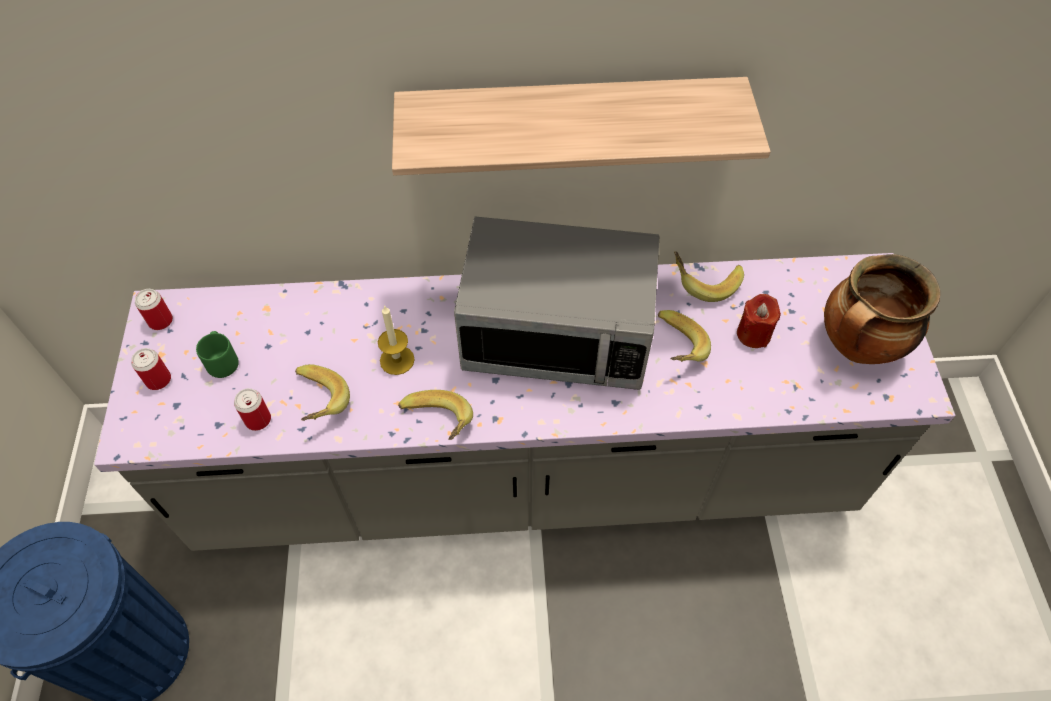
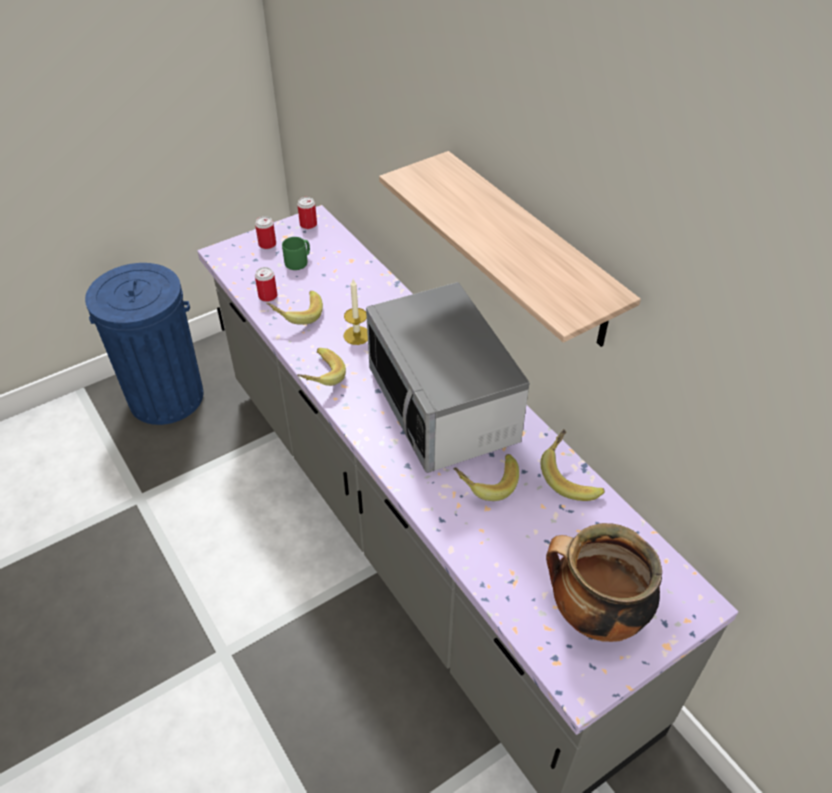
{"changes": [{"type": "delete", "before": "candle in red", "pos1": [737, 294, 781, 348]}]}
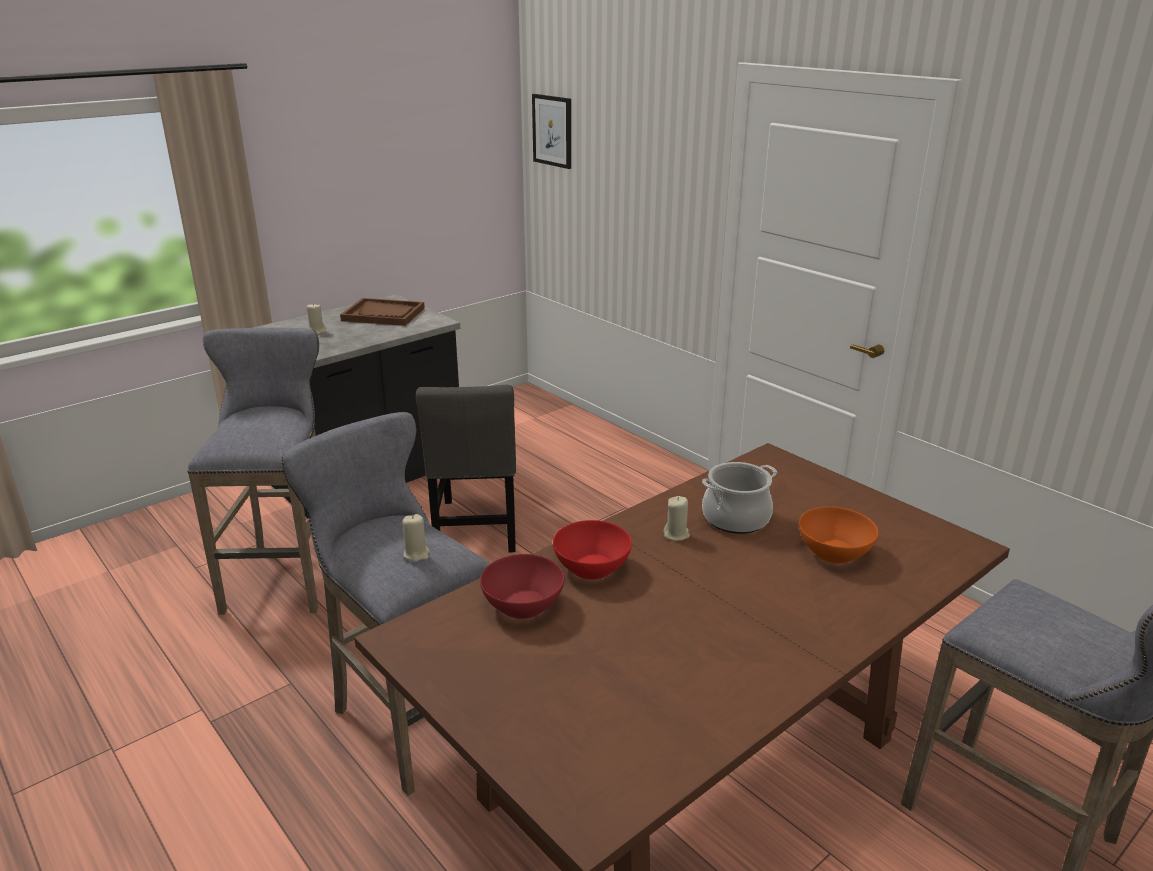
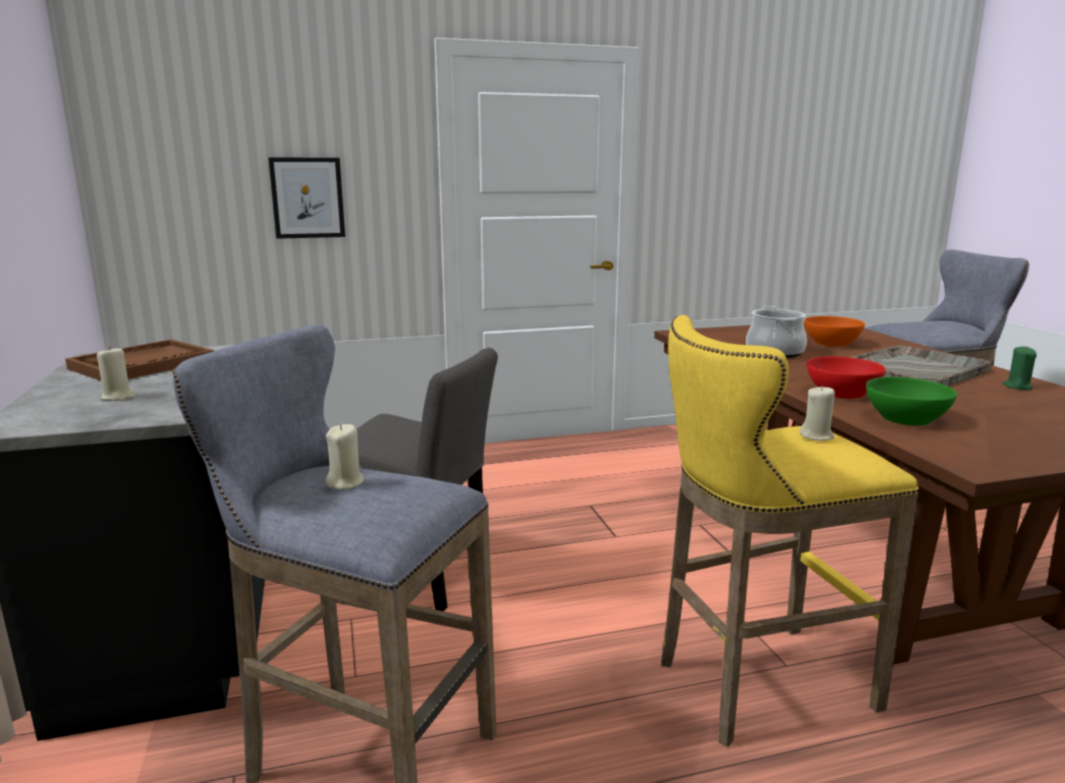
{"changes": [{"type": "move", "before": "picture", "pos1": [532, 94, 571, 169], "pos2": [268, 157, 345, 239]}, {"type": "move", "before": "candle in beige", "pos1": [664, 496, 690, 541], "pos2": [325, 424, 363, 490]}, {"type": "recolor", "before": "stool in grey", "after": "stool in yellow", "pos1": [282, 412, 491, 796], "pos2": [661, 315, 919, 747]}, {"type": "insert", "after": "tray in grey", "pos2": [851, 345, 992, 386]}, {"type": "recolor", "before": "bowl in red", "after": "bowl in green", "pos1": [480, 554, 564, 619], "pos2": [866, 377, 957, 426]}, {"type": "insert", "after": "candle in green", "pos2": [1003, 346, 1037, 390]}]}
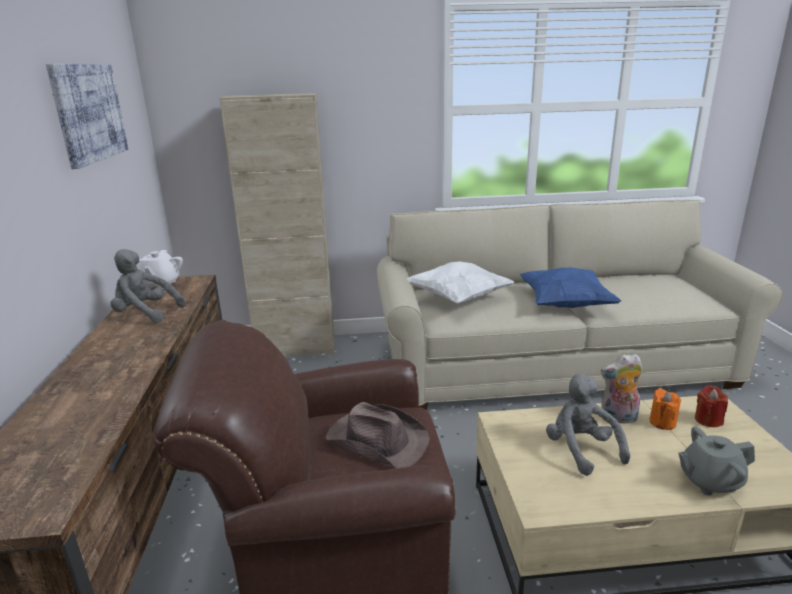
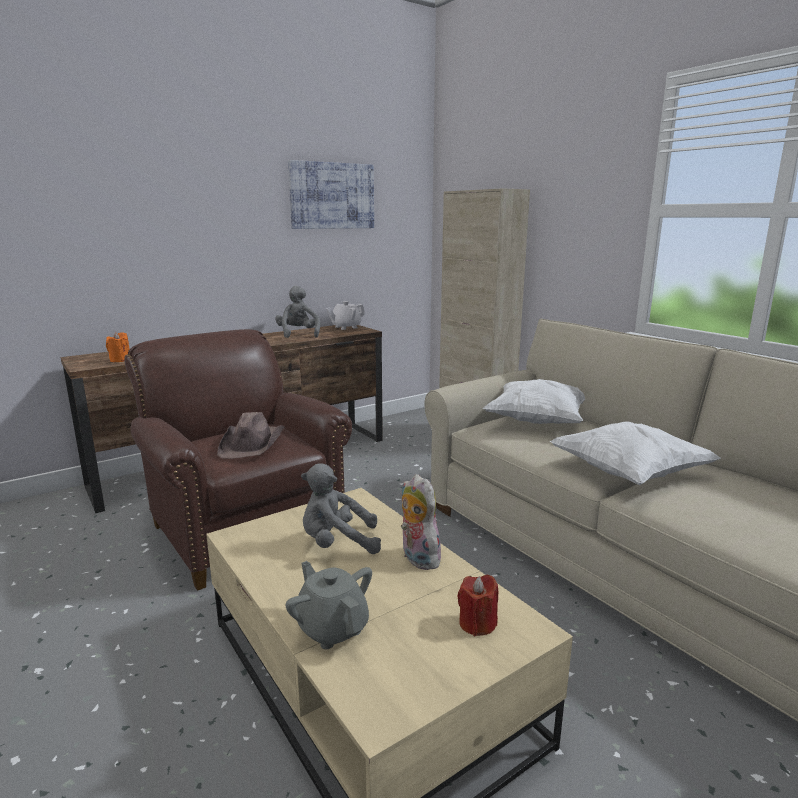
{"changes": [{"type": "move", "before": "candle in orange", "pos1": [649, 388, 681, 430], "pos2": [106, 332, 130, 362]}, {"type": "rotate", "before": "plush toy in grey", "pos1": [546, 374, 630, 476], "pos2": [301, 463, 381, 554], "turn": -135}, {"type": "recolor", "before": "pillow in blue", "after": "pillow in white", "pos1": [519, 267, 622, 308], "pos2": [550, 421, 721, 485]}]}
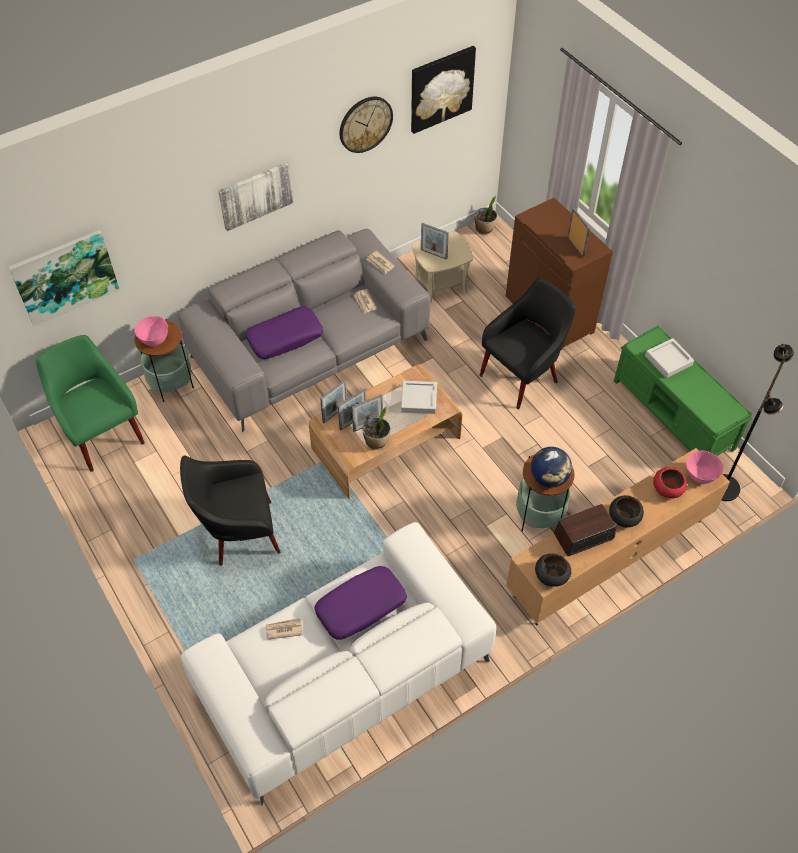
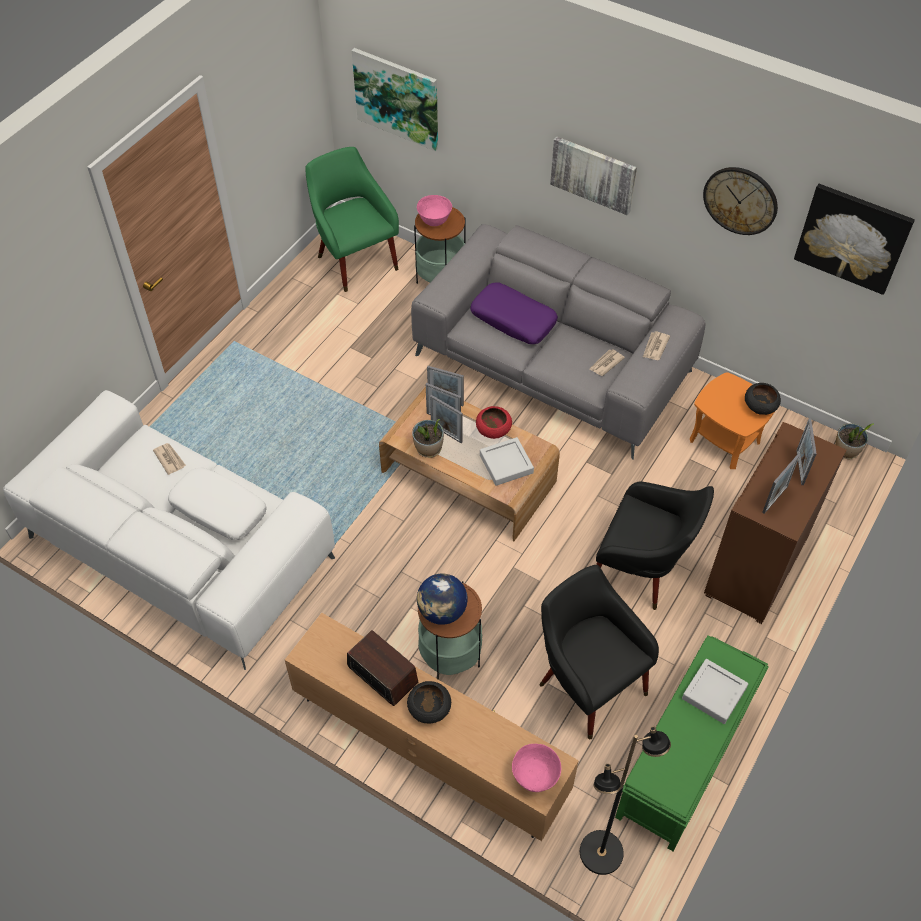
{"changes": [{"type": "recolor", "before": "pillow in purple", "after": "pillow in white", "pos1": [314, 566, 407, 640], "pos2": [168, 468, 266, 540]}, {"type": "rotate", "before": "armchair in green", "pos1": [36, 335, 145, 472], "pos2": [305, 147, 399, 292], "turn": -60}, {"type": "move", "before": "bowl in red", "pos1": [653, 467, 687, 498], "pos2": [476, 406, 512, 439]}, {"type": "move", "before": "armchair in black", "pos1": [180, 455, 280, 566], "pos2": [539, 565, 659, 739]}, {"type": "recolor", "before": "side table in beige", "after": "side table in orange", "pos1": [412, 231, 473, 303], "pos2": [690, 372, 774, 469]}, {"type": "move", "before": "bowl in black", "pos1": [535, 554, 571, 587], "pos2": [745, 383, 781, 415]}, {"type": "move", "before": "picture frame", "pos1": [421, 223, 449, 260], "pos2": [796, 418, 817, 485]}]}
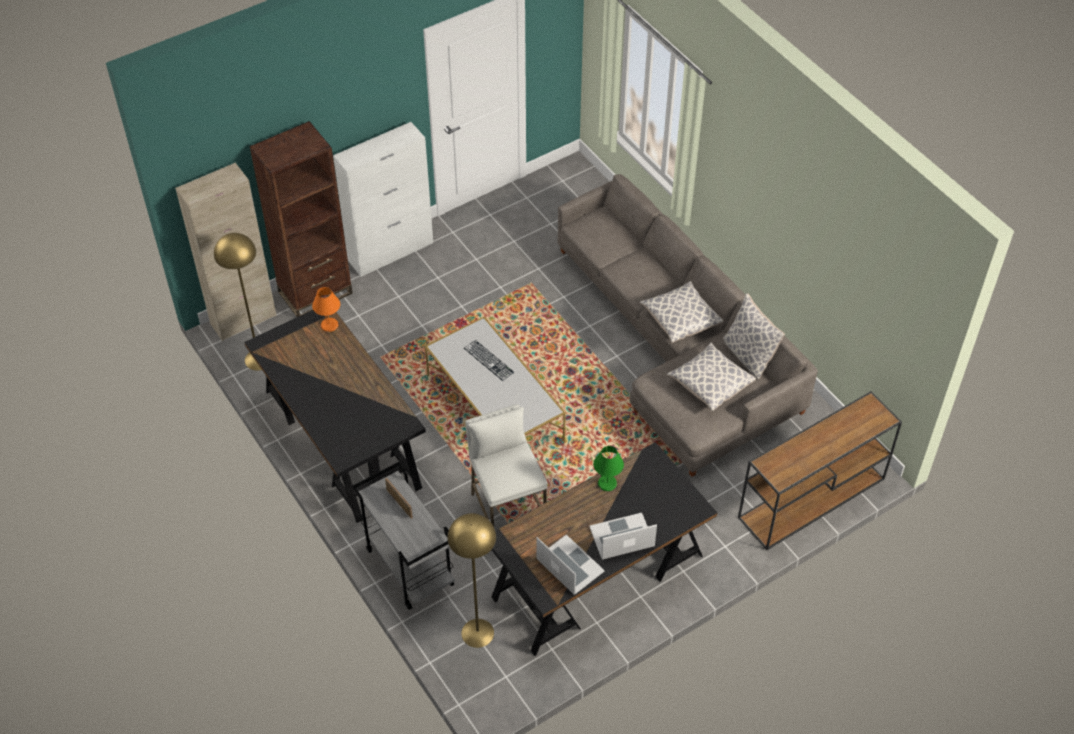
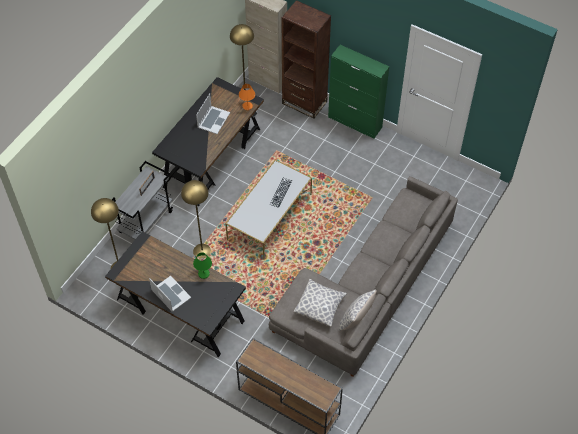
{"changes": [{"type": "replace", "before": "stool in white", "after": "floor lamp in yellow", "pos1": [465, 404, 548, 526], "pos2": [181, 180, 211, 258]}, {"type": "move", "before": "laptop", "pos1": [536, 534, 604, 595], "pos2": [196, 93, 230, 134]}, {"type": "recolor", "before": "cabinet in white", "after": "cabinet in green", "pos1": [333, 122, 433, 277], "pos2": [328, 45, 389, 139]}, {"type": "delete", "before": "pillow", "pos1": [640, 281, 723, 343]}]}
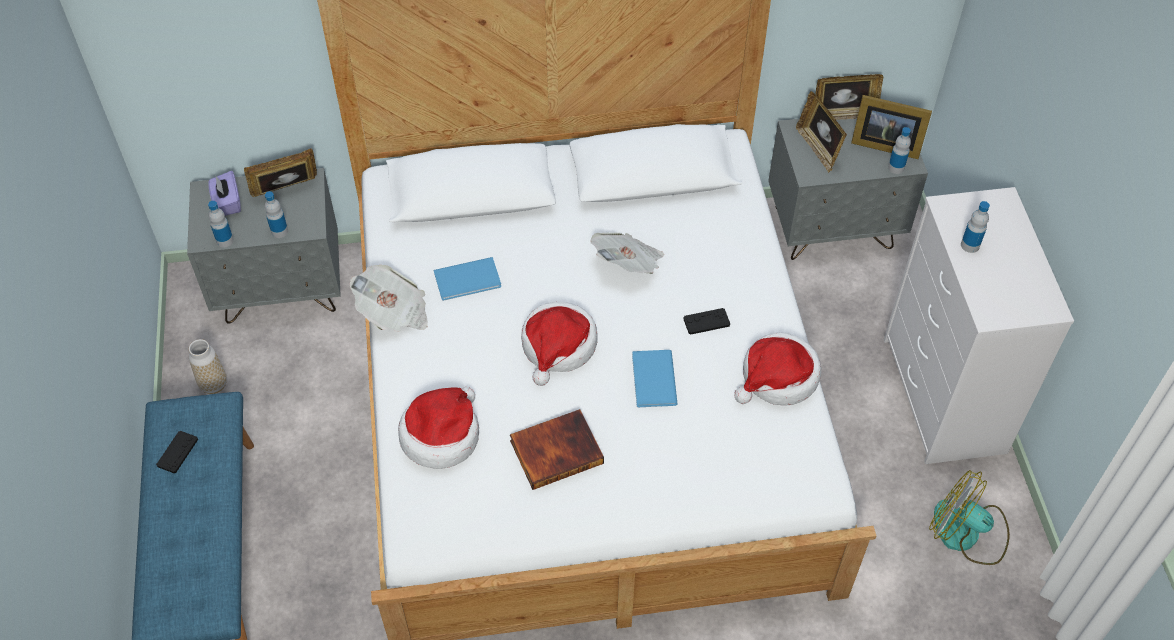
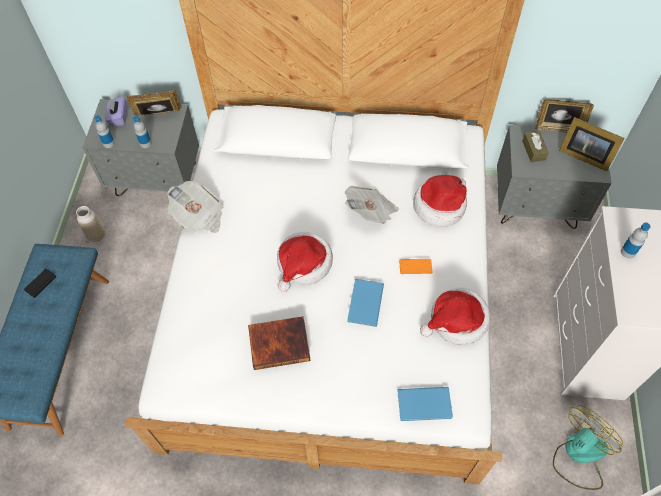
{"changes": [{"type": "move", "before": "book in blue", "pos1": [434, 257, 501, 301], "pos2": [397, 387, 453, 421]}, {"type": "recolor", "before": "game controller in black", "after": "game controller in orange", "pos1": [683, 308, 730, 335], "pos2": [399, 259, 432, 274]}, {"type": "move", "before": "hat", "pos1": [398, 387, 479, 469], "pos2": [413, 175, 467, 227]}, {"type": "replace", "before": "picture frame", "after": "tissue box in brown", "pos1": [796, 91, 847, 173], "pos2": [522, 131, 549, 162]}, {"type": "rotate", "before": "fan", "pos1": [929, 470, 1010, 565], "pos2": [553, 405, 623, 490], "turn": 90}, {"type": "delete", "before": "bottle", "pos1": [888, 127, 911, 174]}]}
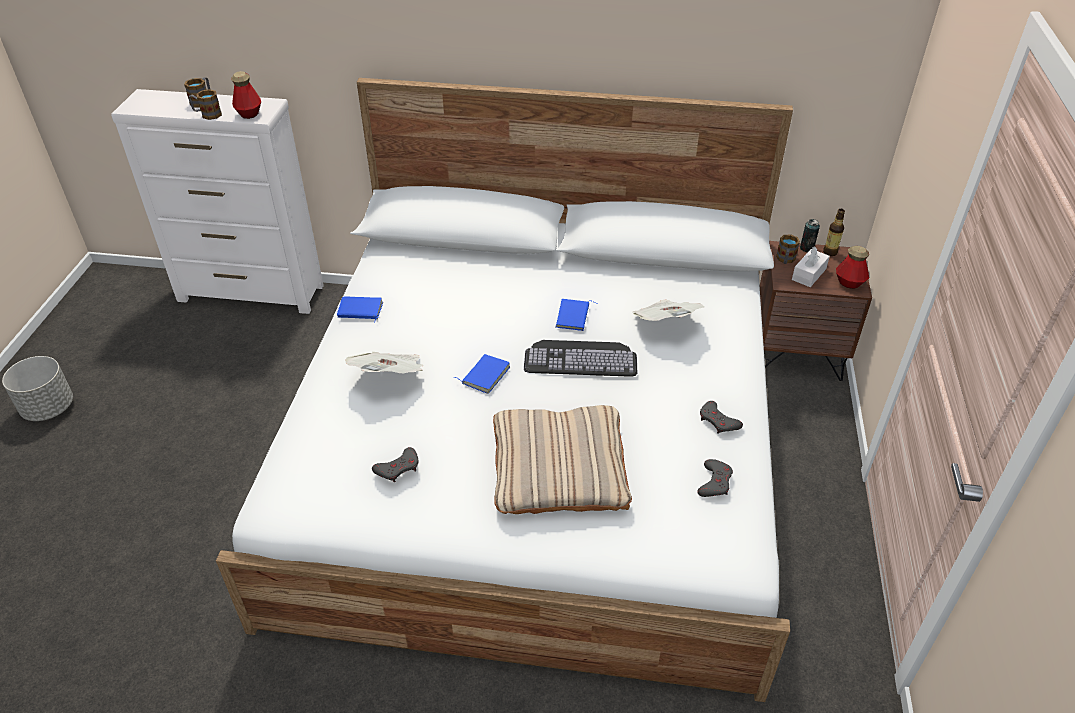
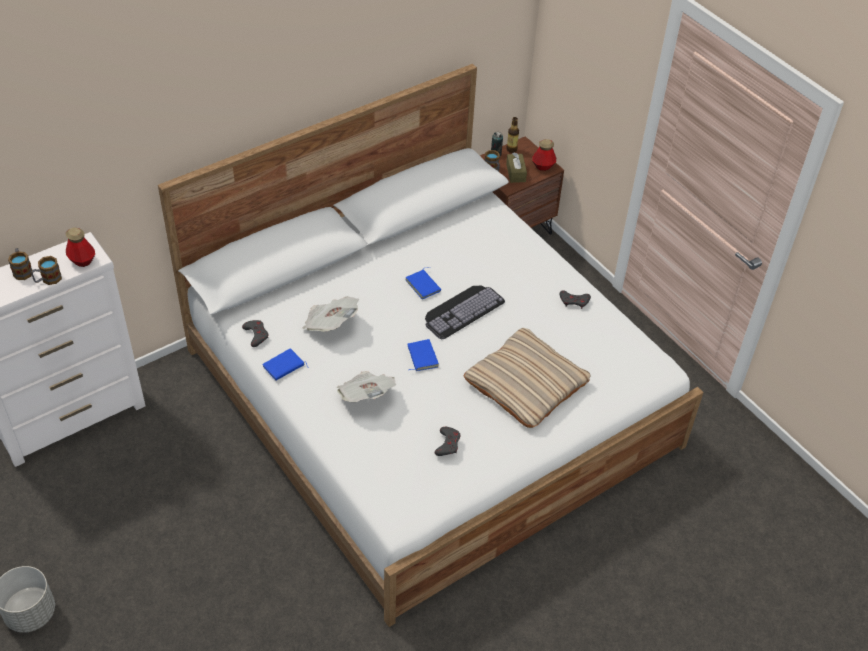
{"changes": [{"type": "move", "before": "game controller in grey", "pos1": [697, 459, 733, 497], "pos2": [242, 320, 268, 347]}, {"type": "move", "before": "newspaper", "pos1": [633, 300, 704, 321], "pos2": [302, 296, 359, 332]}, {"type": "recolor", "before": "tissue box in white", "after": "tissue box in brown", "pos1": [792, 247, 830, 287], "pos2": [506, 152, 527, 183]}]}
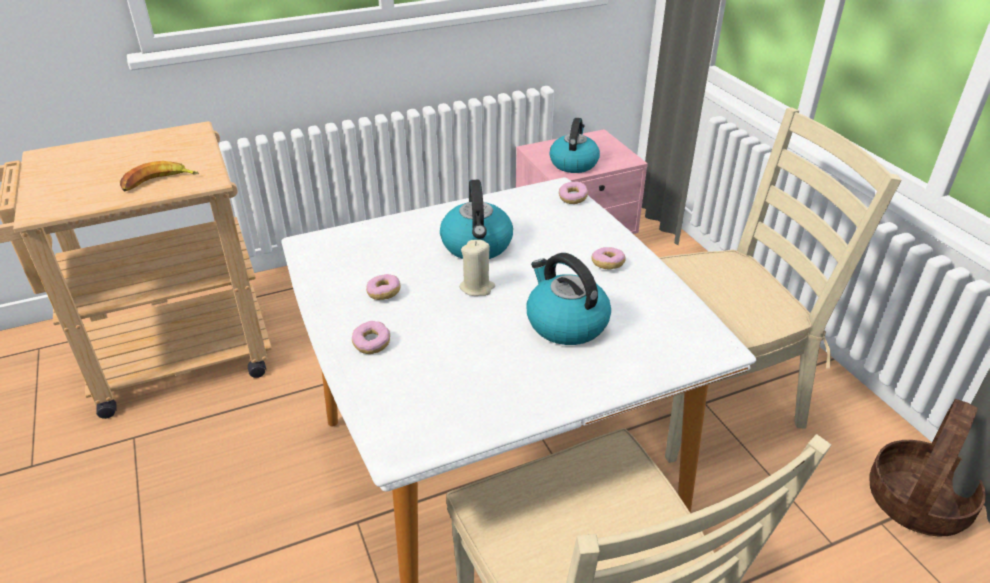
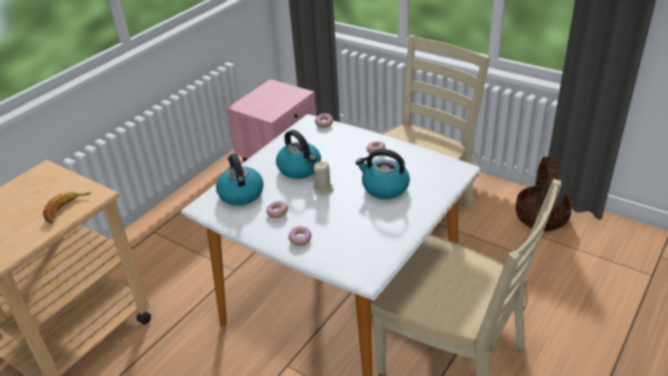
{"changes": [{"type": "move", "before": "kettle", "pos1": [550, 118, 600, 173], "pos2": [216, 154, 264, 206]}]}
